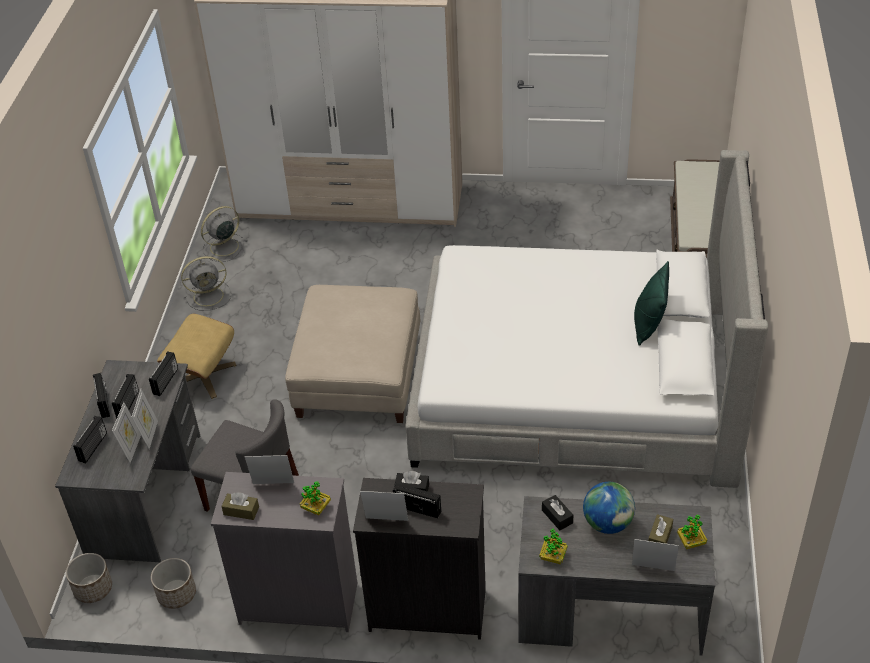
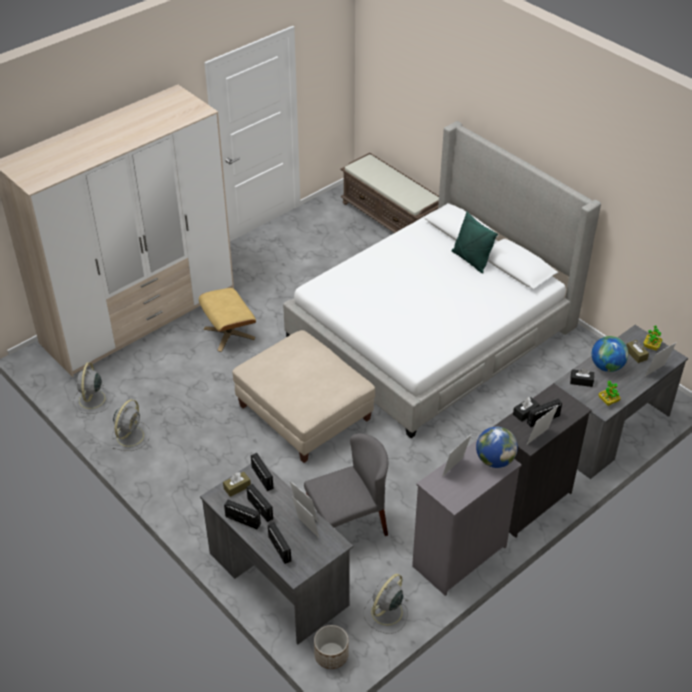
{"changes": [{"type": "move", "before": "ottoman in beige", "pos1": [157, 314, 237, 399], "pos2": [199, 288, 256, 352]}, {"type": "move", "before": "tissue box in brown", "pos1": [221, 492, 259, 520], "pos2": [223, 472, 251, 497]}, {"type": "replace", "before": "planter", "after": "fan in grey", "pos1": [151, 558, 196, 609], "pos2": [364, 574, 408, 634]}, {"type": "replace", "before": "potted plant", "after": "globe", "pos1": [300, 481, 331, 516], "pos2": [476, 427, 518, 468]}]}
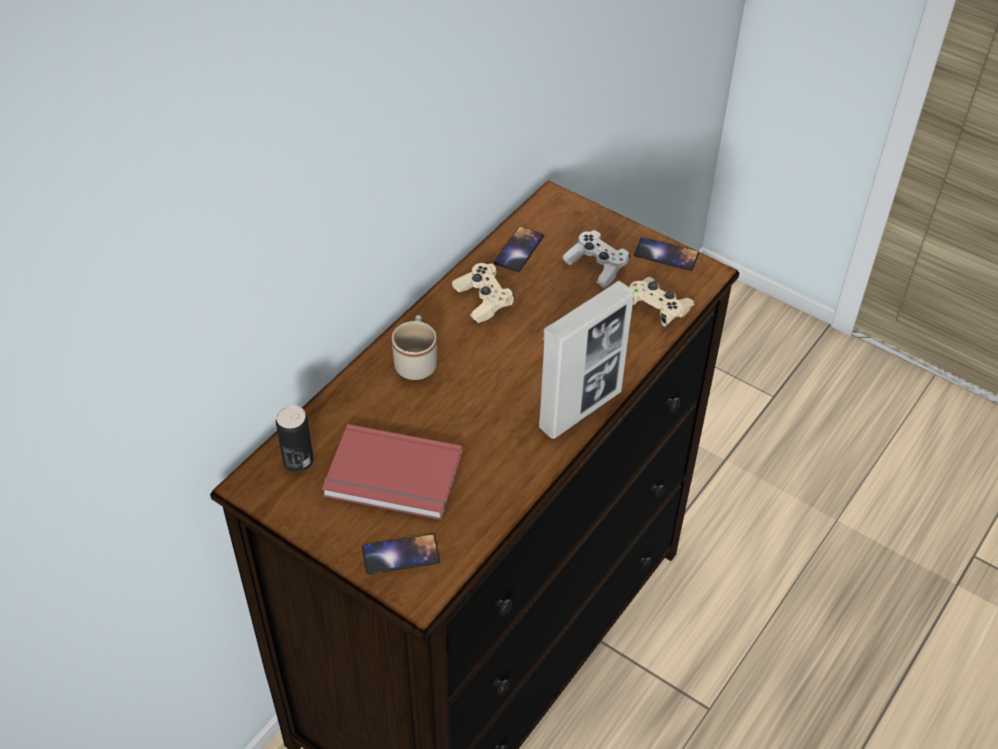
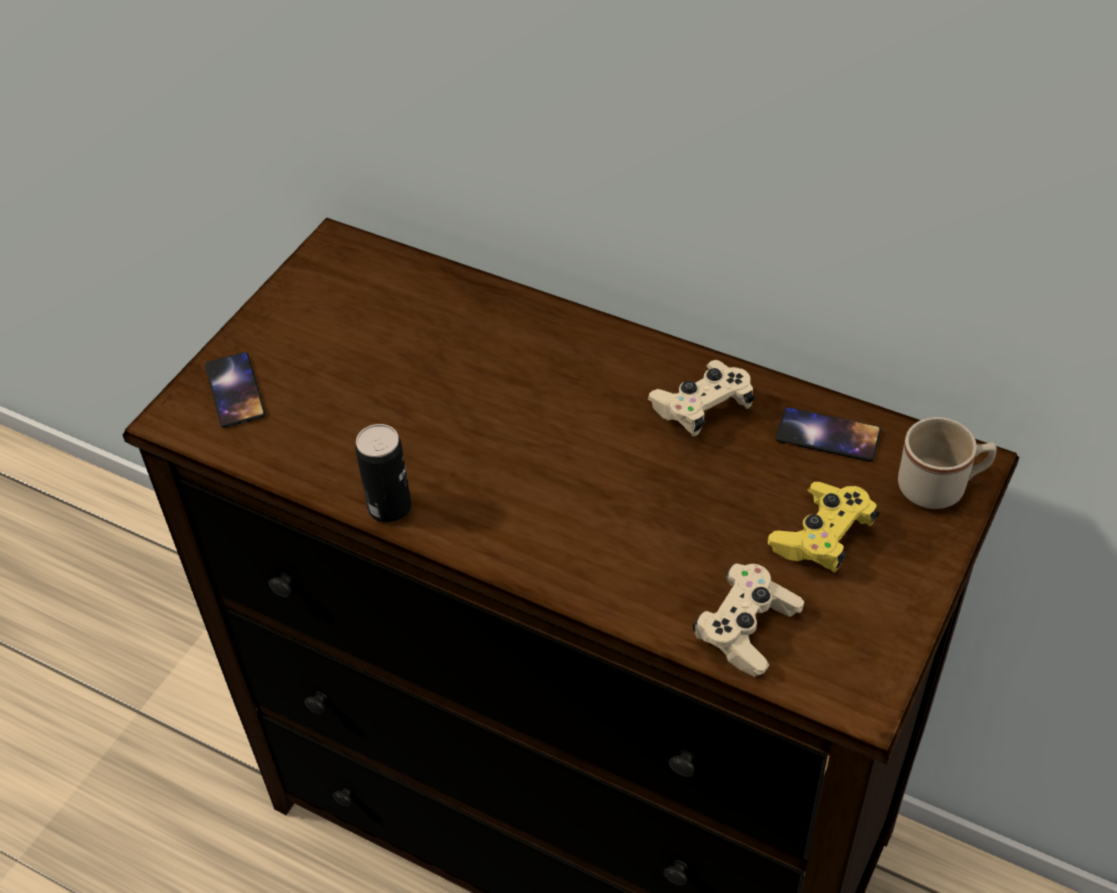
{"changes": [{"type": "move", "before": "can", "pos1": [276, 405, 313, 472], "pos2": [355, 424, 412, 523]}, {"type": "recolor", "before": "game controller in white", "after": "game controller in yellow", "pos1": [562, 230, 630, 288], "pos2": [768, 482, 880, 572]}, {"type": "move", "before": "mug in beige", "pos1": [392, 315, 437, 380], "pos2": [898, 417, 997, 509]}, {"type": "delete", "before": "book in red", "pos1": [322, 424, 462, 520]}, {"type": "delete", "before": "picture frame", "pos1": [539, 281, 634, 439]}, {"type": "delete", "before": "phone", "pos1": [634, 237, 699, 271]}]}
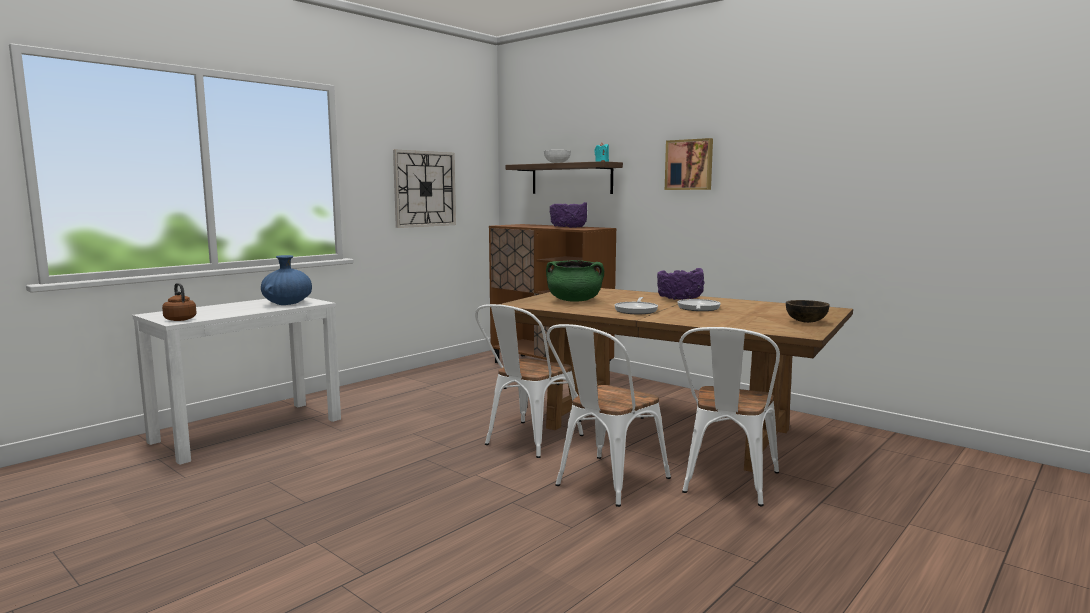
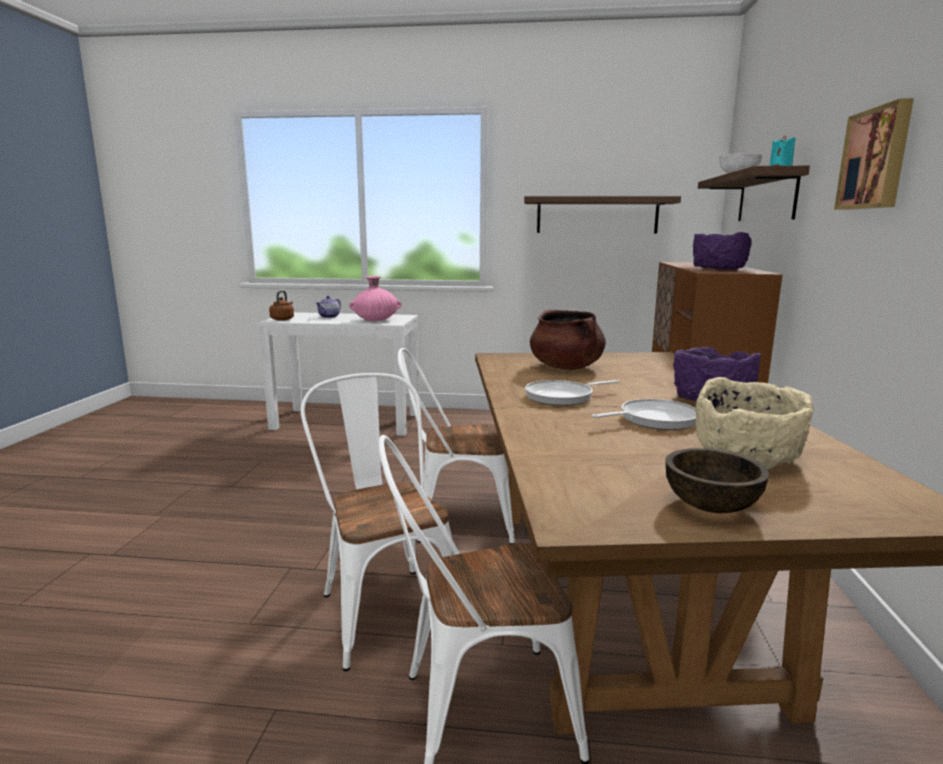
{"changes": [{"type": "rotate", "before": "chair in white", "pos1": [547, 324, 671, 507], "pos2": [301, 373, 455, 671], "turn": 60}, {"type": "insert", "after": "teapot", "pos2": [316, 296, 341, 318]}, {"type": "recolor", "before": "vase in blue", "after": "vase in pink", "pos1": [261, 255, 312, 305], "pos2": [349, 276, 402, 321]}, {"type": "replace", "before": "wall clock", "after": "shelf", "pos1": [393, 150, 456, 228], "pos2": [524, 196, 681, 234]}, {"type": "recolor", "before": "cooking pot in green", "after": "cooking pot in brown", "pos1": [546, 260, 604, 302], "pos2": [530, 310, 606, 370]}, {"type": "insert", "after": "bowl in beige", "pos2": [696, 377, 814, 469]}]}
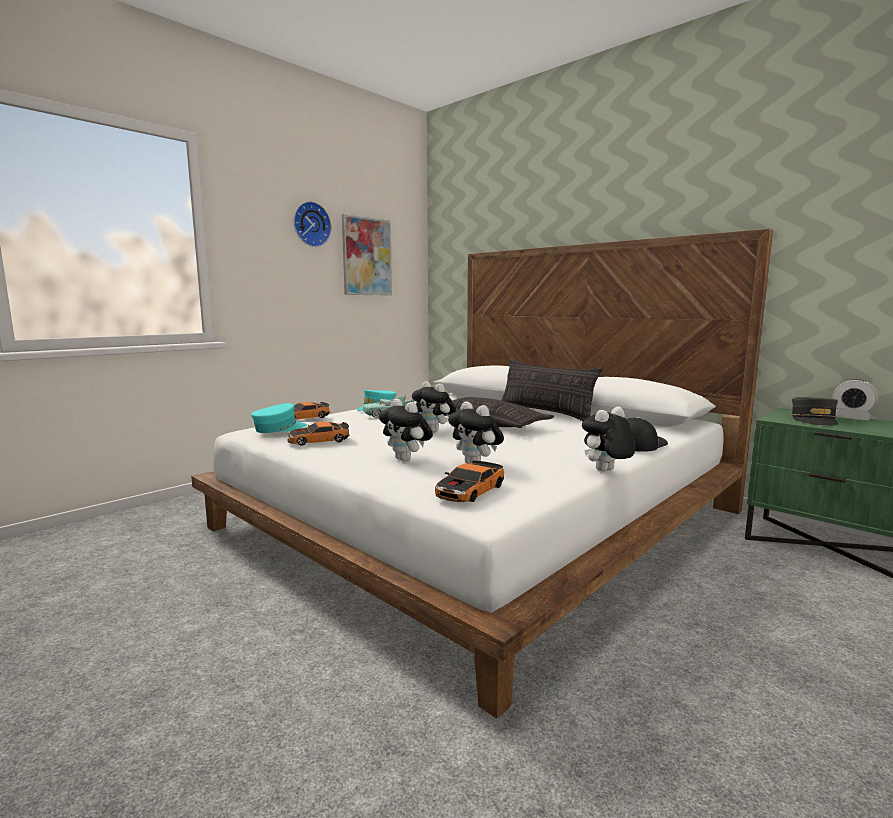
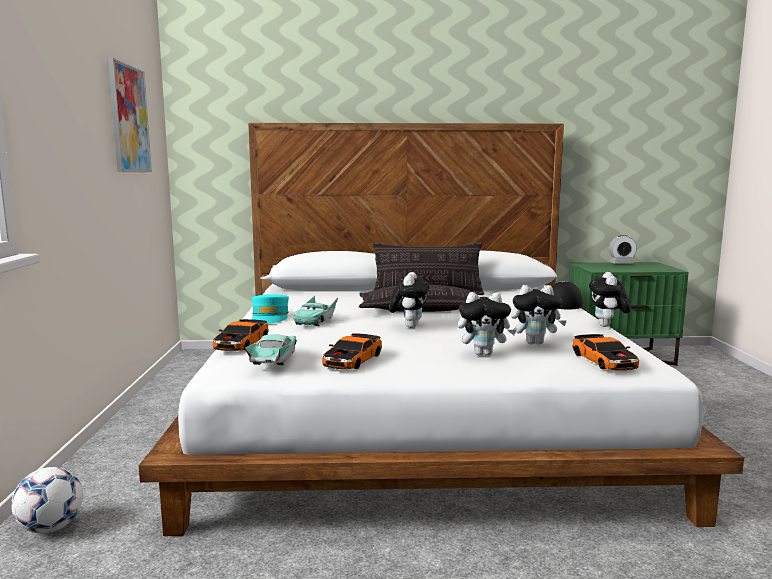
{"changes": [{"type": "insert", "after": "football", "pos2": [11, 467, 83, 533]}, {"type": "replace", "before": "cap in turquoise", "after": "toy car in turquoise", "pos1": [251, 403, 307, 433], "pos2": [245, 334, 297, 365]}, {"type": "rotate", "before": "plush toy", "pos1": [412, 381, 456, 432], "pos2": [389, 272, 429, 328], "turn": -75}, {"type": "delete", "before": "wall clock", "pos1": [294, 201, 332, 247]}, {"type": "delete", "before": "cap in grey", "pos1": [791, 397, 838, 426]}]}
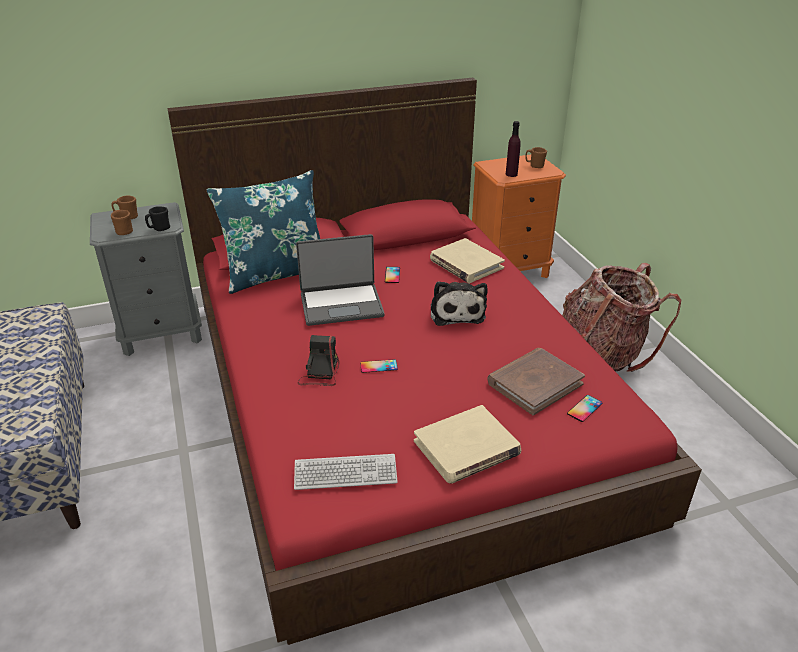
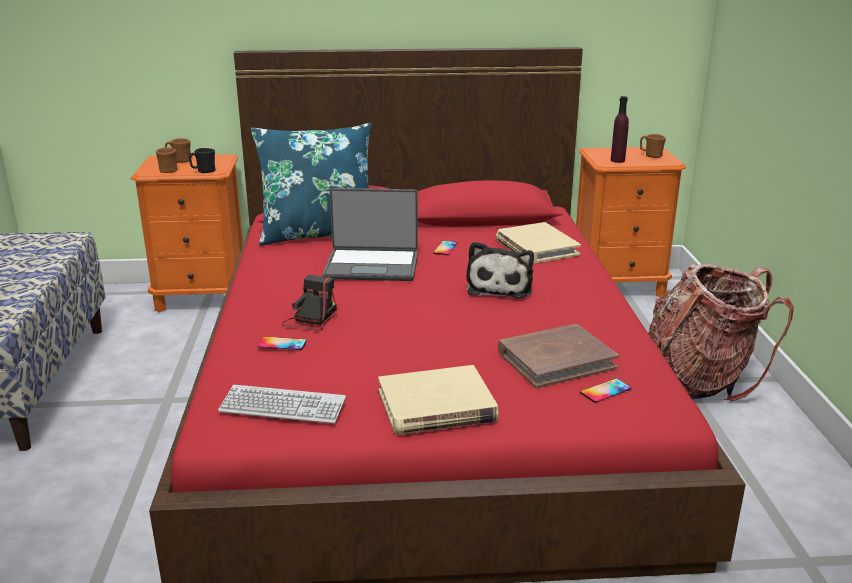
{"changes": [{"type": "recolor", "before": "nightstand in grey", "after": "nightstand in orange", "pos1": [90, 202, 202, 356], "pos2": [131, 154, 243, 312]}, {"type": "move", "before": "phone", "pos1": [360, 359, 398, 373], "pos2": [258, 336, 307, 350]}]}
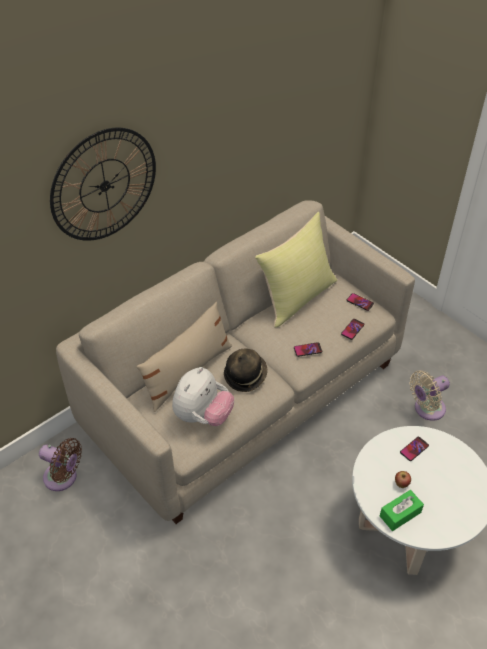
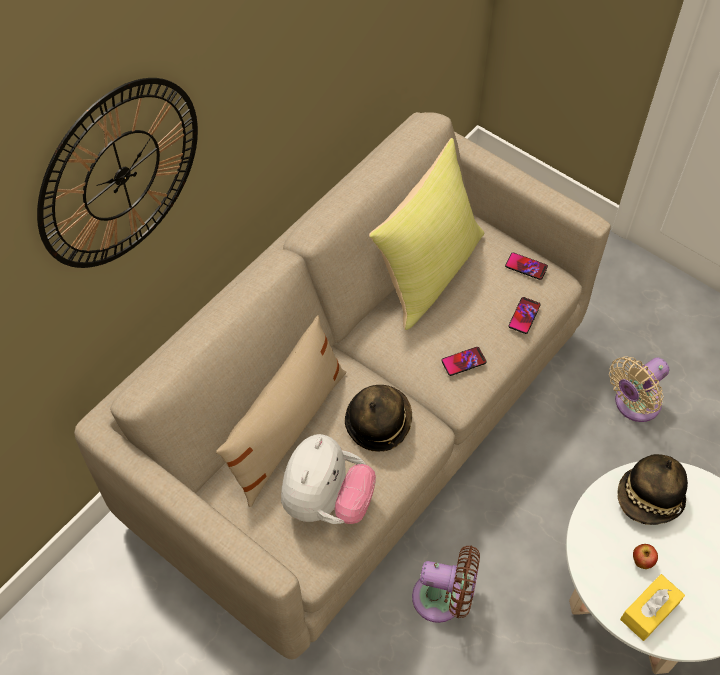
{"changes": [{"type": "move", "before": "fan in brown", "pos1": [39, 438, 82, 491], "pos2": [412, 546, 480, 623]}, {"type": "replace", "before": "phone", "after": "hat", "pos1": [400, 437, 429, 461], "pos2": [618, 454, 688, 525]}, {"type": "recolor", "before": "tissue box in green", "after": "tissue box in yellow", "pos1": [380, 490, 424, 531], "pos2": [620, 574, 685, 641]}]}
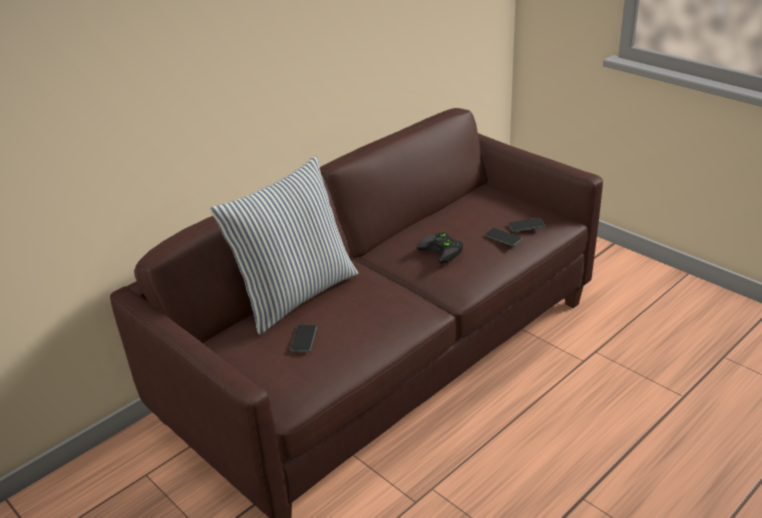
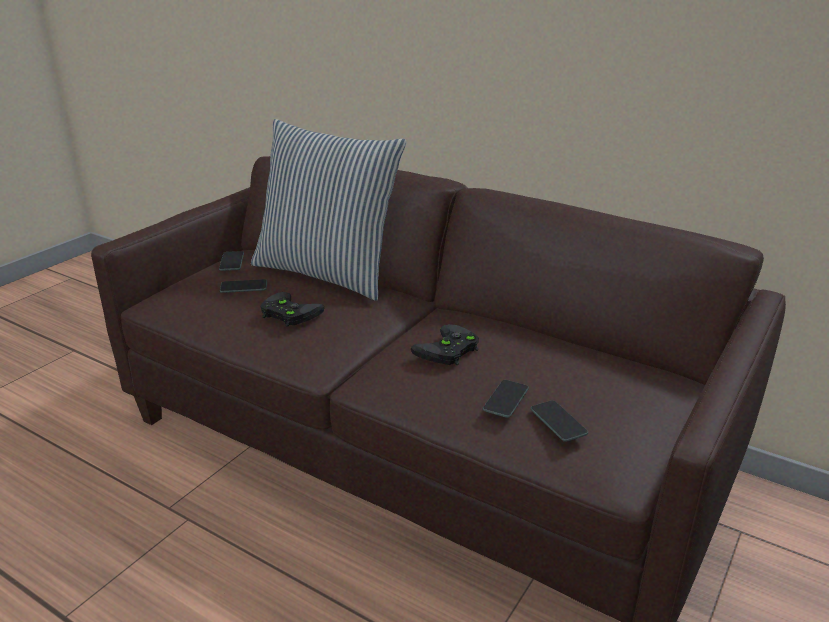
{"changes": [{"type": "insert", "after": "phone", "pos2": [219, 251, 244, 271]}, {"type": "insert", "after": "game controller in black", "pos2": [260, 292, 325, 327]}]}
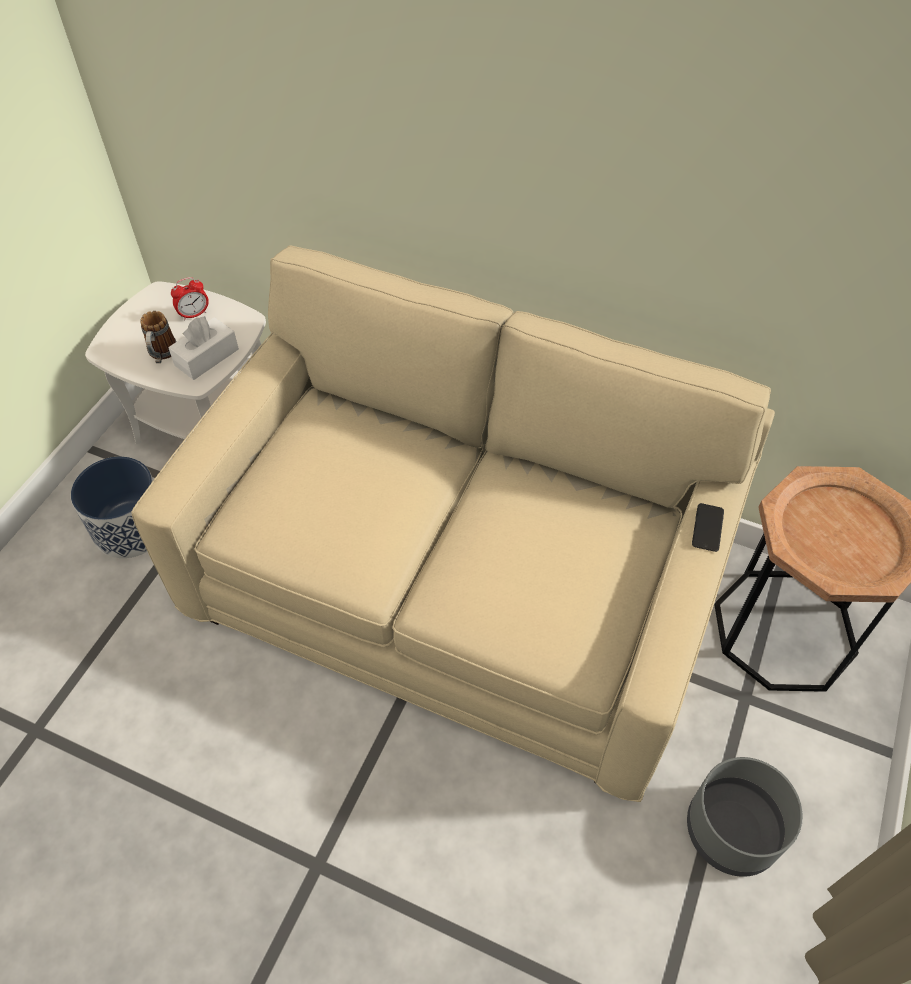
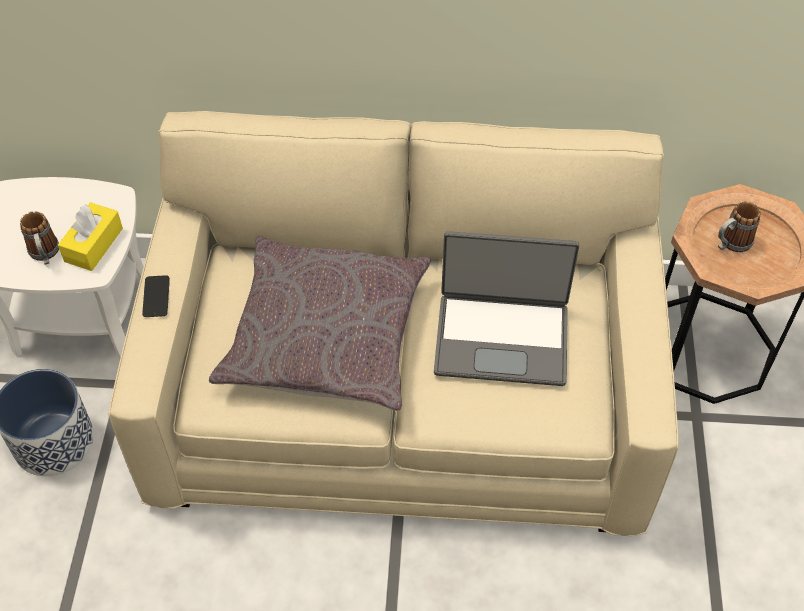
{"changes": [{"type": "recolor", "before": "tissue box in white", "after": "tissue box in yellow", "pos1": [168, 316, 239, 380], "pos2": [58, 202, 123, 271]}, {"type": "move", "before": "phone", "pos1": [692, 503, 724, 552], "pos2": [142, 275, 170, 317]}, {"type": "insert", "after": "pillow in grey", "pos2": [209, 236, 431, 411]}, {"type": "insert", "after": "laptop", "pos2": [434, 231, 579, 386]}, {"type": "insert", "after": "mug", "pos2": [718, 201, 761, 252]}, {"type": "delete", "before": "alarm clock", "pos1": [171, 277, 209, 320]}, {"type": "delete", "before": "planter in grey", "pos1": [687, 757, 803, 877]}]}
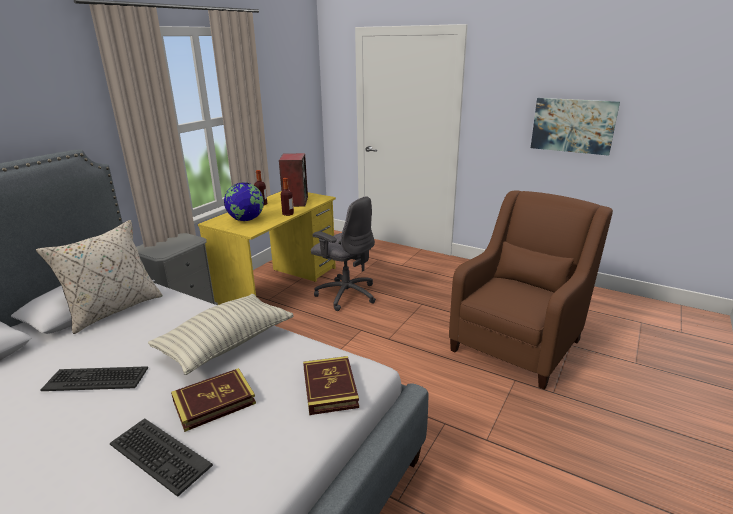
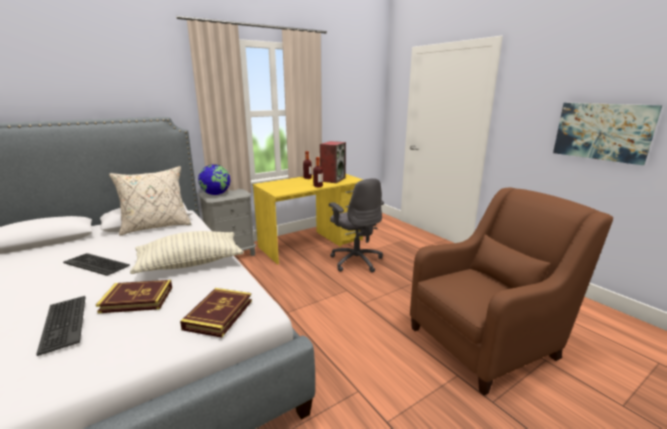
{"changes": [{"type": "move", "before": "globe", "pos1": [224, 182, 264, 221], "pos2": [198, 164, 231, 195]}]}
